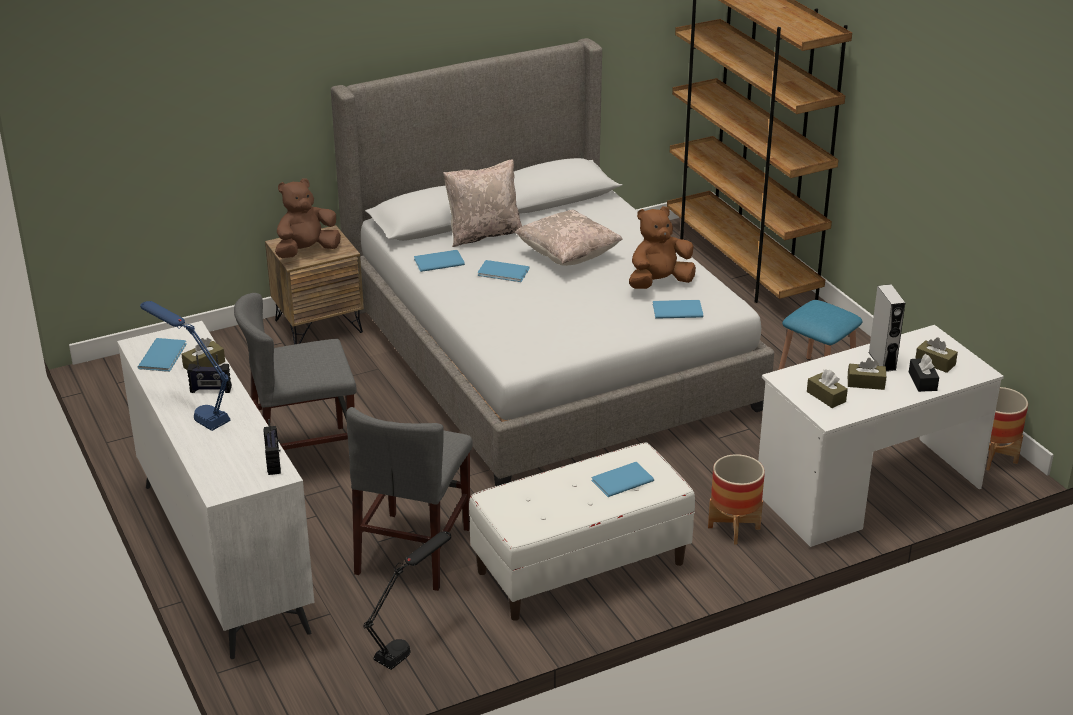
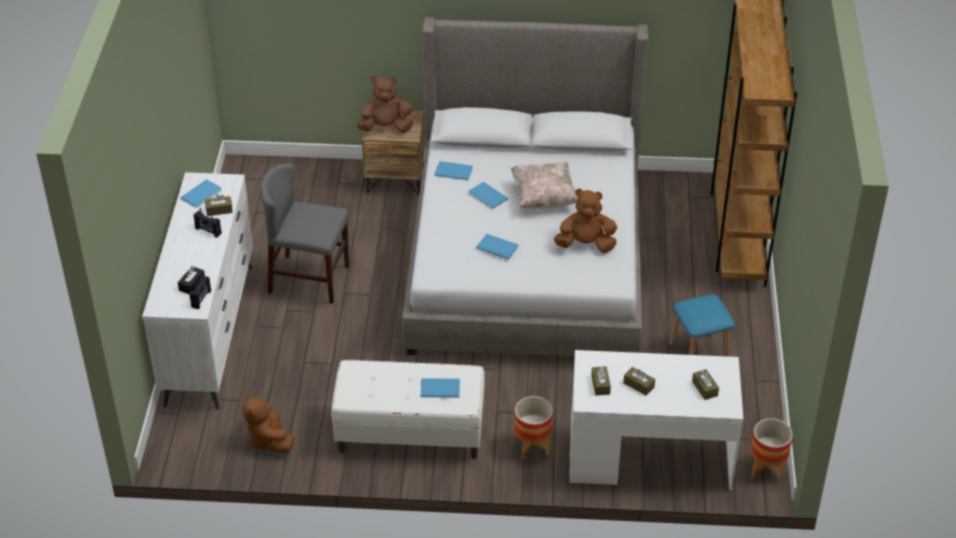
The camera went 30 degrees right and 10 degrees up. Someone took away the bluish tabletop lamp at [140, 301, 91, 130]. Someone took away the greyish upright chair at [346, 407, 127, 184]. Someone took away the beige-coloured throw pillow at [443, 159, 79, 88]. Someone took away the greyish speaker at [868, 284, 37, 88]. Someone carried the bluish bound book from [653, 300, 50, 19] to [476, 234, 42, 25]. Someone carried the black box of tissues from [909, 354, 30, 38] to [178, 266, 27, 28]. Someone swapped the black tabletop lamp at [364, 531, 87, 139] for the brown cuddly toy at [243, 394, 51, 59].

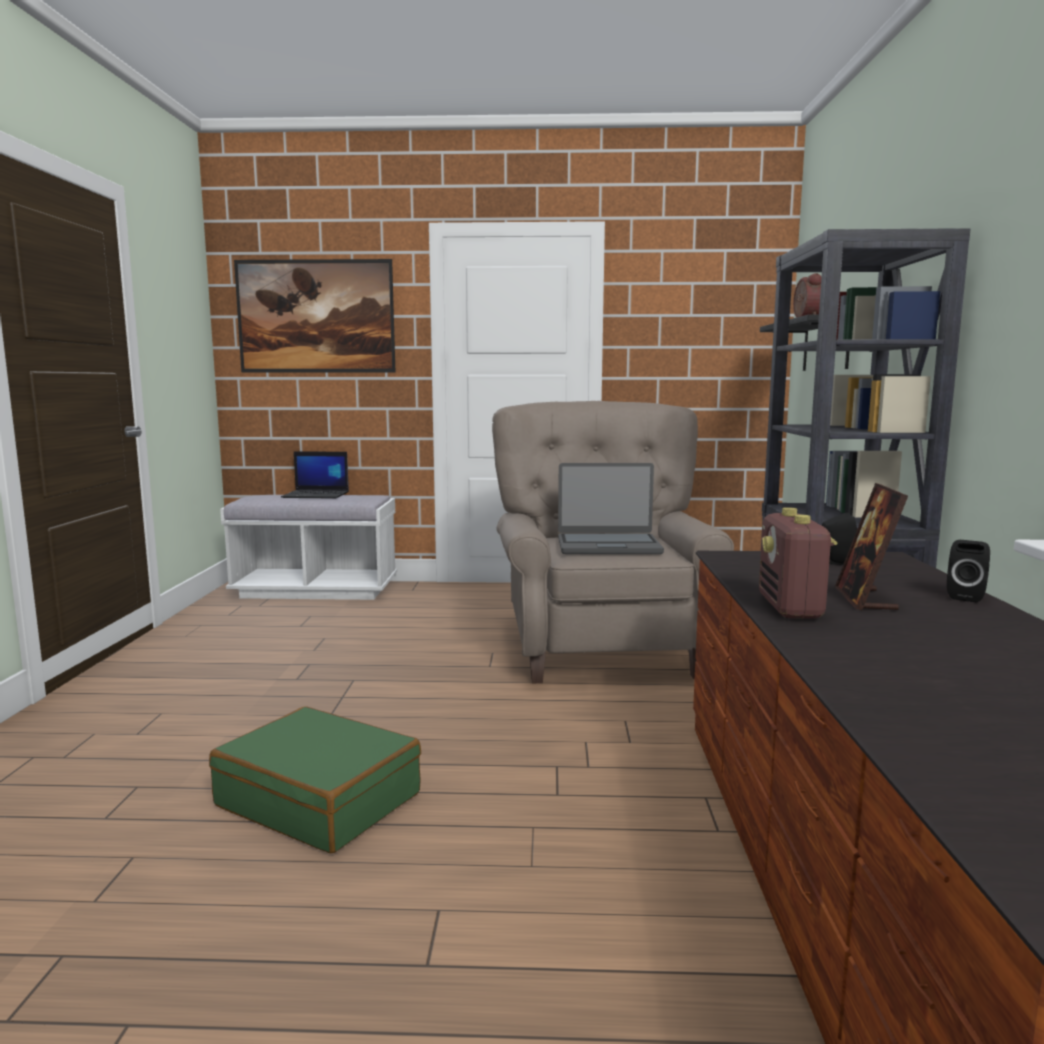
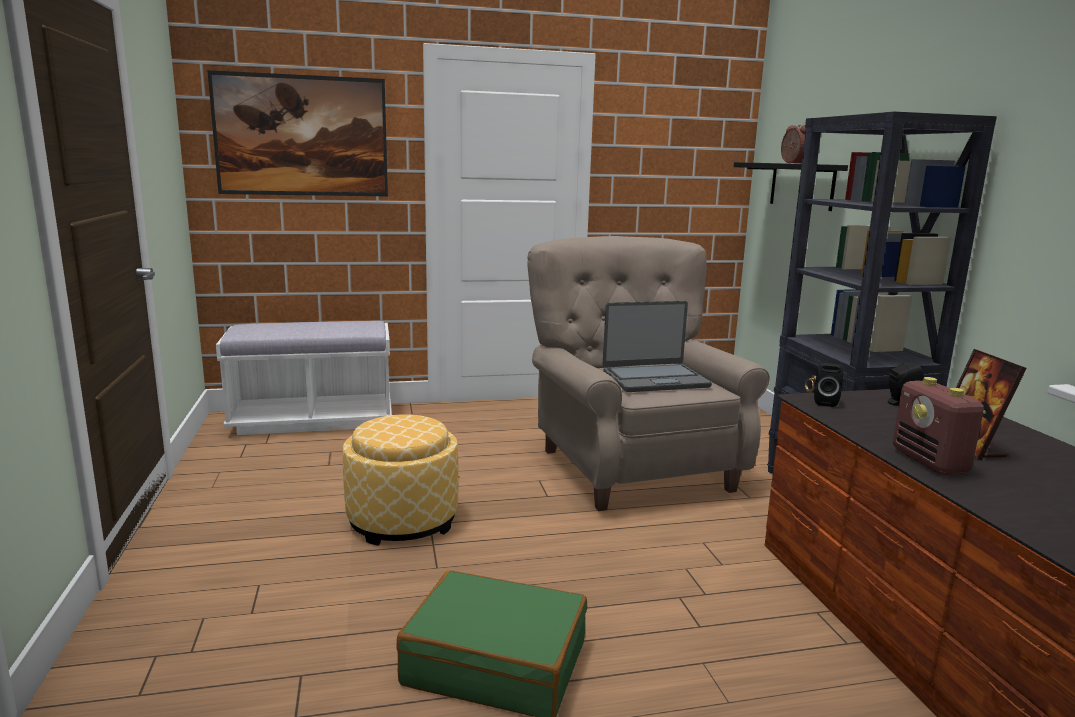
The camera went 15 degrees left and 5 degrees up. Someone took away the laptop at [281, 451, 68, 48]. Someone put down the footrest at [343, 414, 116, 131]. Someone carried the black speaker from [947, 540, 43, 63] to [814, 363, 30, 44].

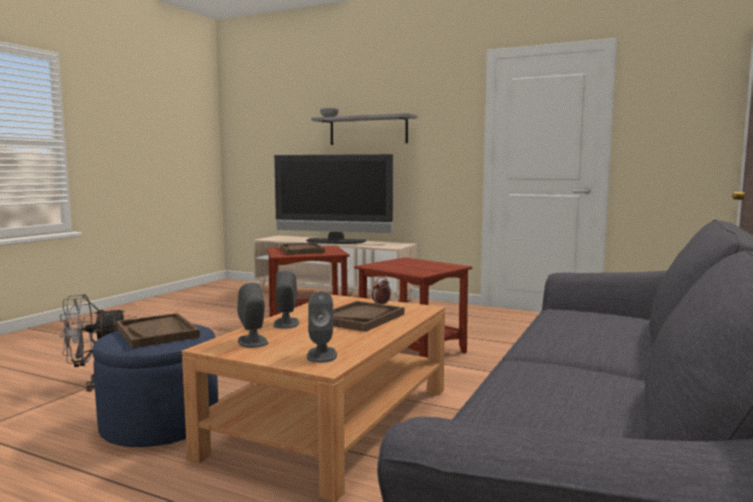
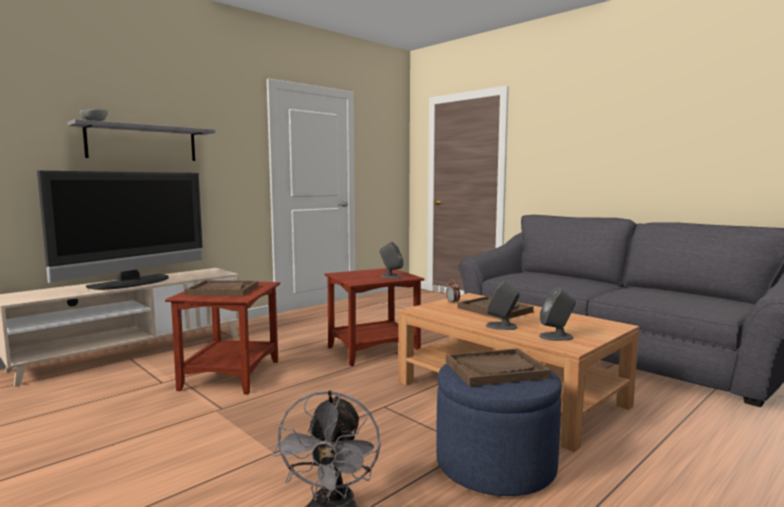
The camera went 70 degrees left and 0 degrees up. Someone carried the greyish speaker from [307, 291, 30, 72] to [380, 242, 23, 37].

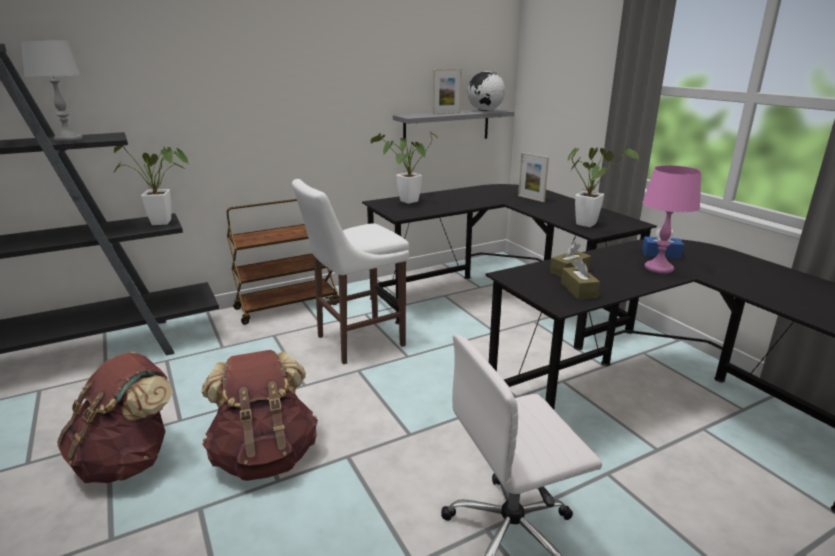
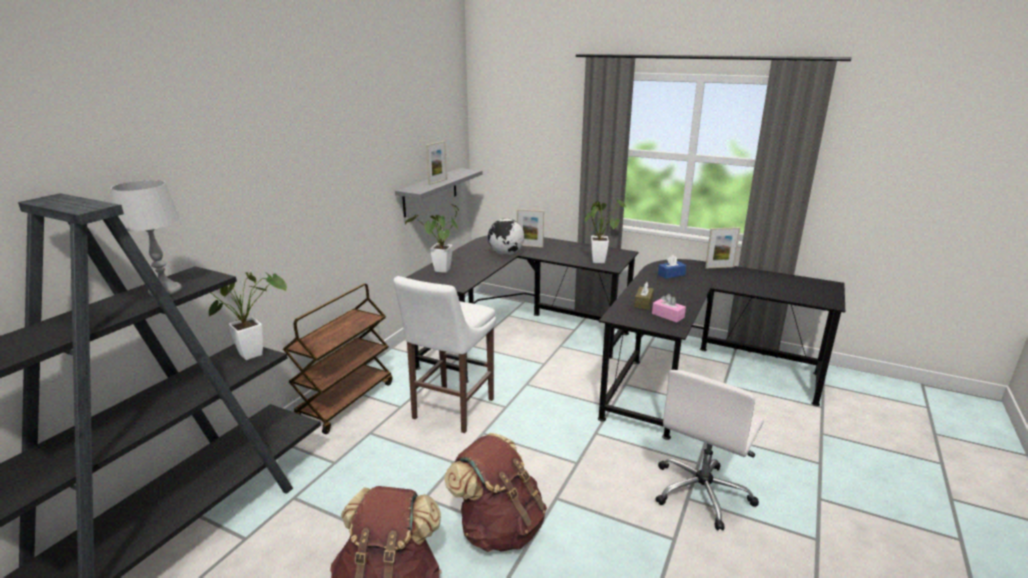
The camera went 35 degrees left and 0 degrees up. Someone took away the pink-coloured tabletop lamp at [643, 165, 58, 109]. Someone put down the picture frame at [705, 227, 35, 41]. Someone carried the world globe from [468, 71, 37, 40] to [488, 218, 36, 37]. Someone repainted the brown box of tissues at [561, 258, 39, 42], which became the pink-coloured box of tissues at [652, 294, 34, 29].

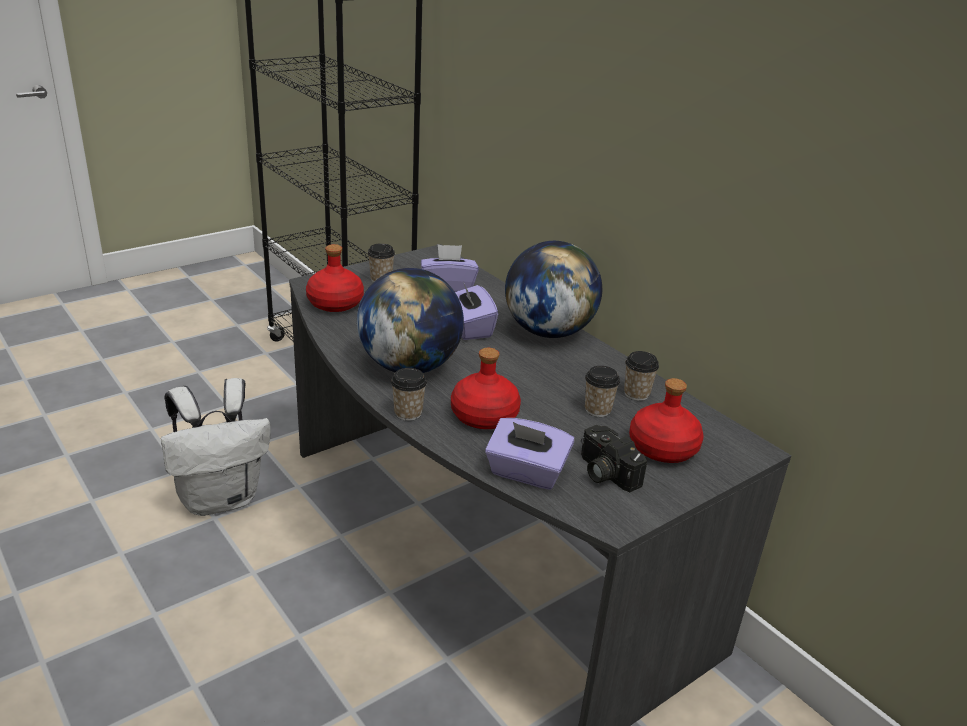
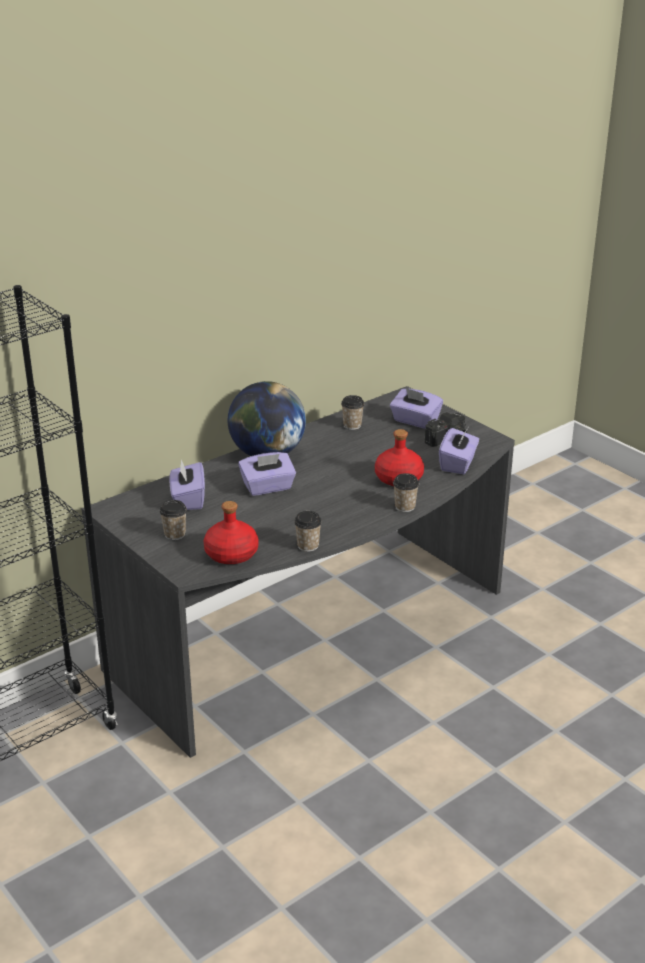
The camera went 90 degrees left and 0 degrees up. Someone took away the white-coloured knapsack at [161, 378, 110, 138]. Someone took away the world globe at [357, 268, 107, 105]. Someone carried the cup from [585, 366, 35, 51] to [294, 511, 28, 41]. Someone swapped the red-coloured bottle at [629, 378, 75, 85] for the purple-coloured box of tissues at [390, 388, 53, 41].

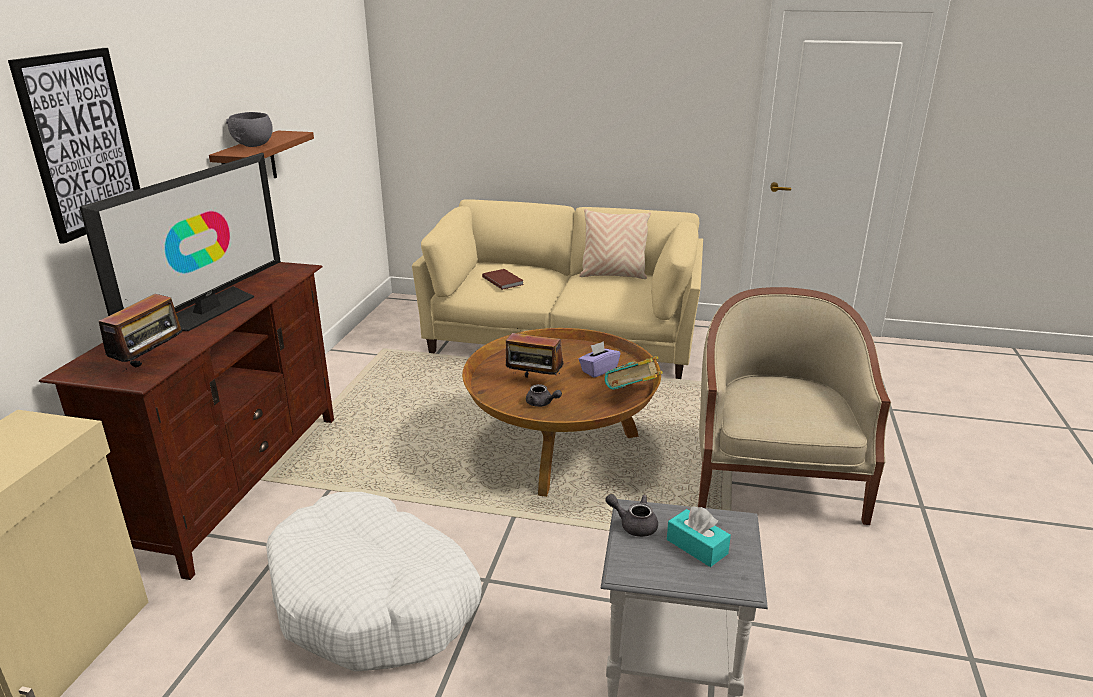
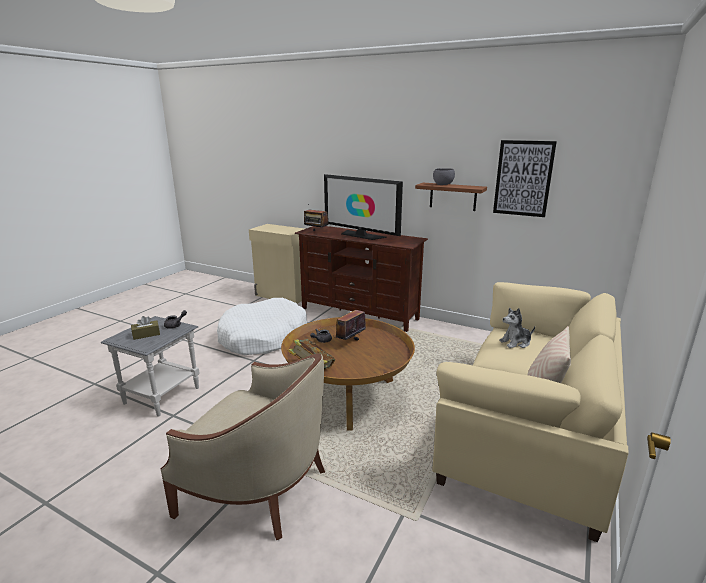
The camera went 105 degrees right and 5 degrees down. Someone took away the purple-coloured box of tissues at [579, 341, 42, 37]. Someone carried the wall picture from [8, 48, 132, 196] to [493, 140, 64, 77]. Someone swapped the brown bound book at [482, 269, 42, 21] for the cuddly toy at [499, 308, 36, 40]. Someone repainted the turquoise-coloured box of tissues at [667, 506, 64, 61], which became the brown box of tissues at [131, 316, 29, 24].

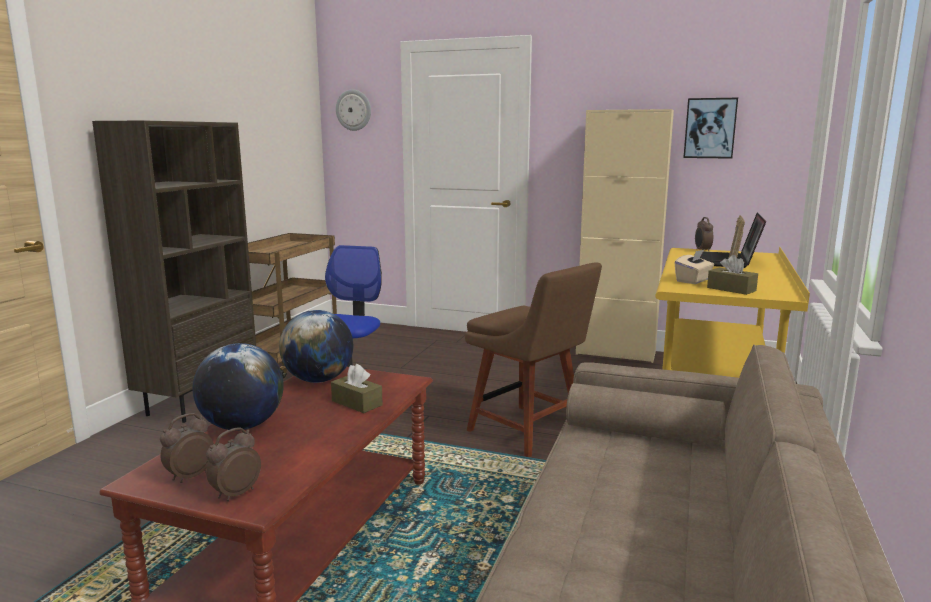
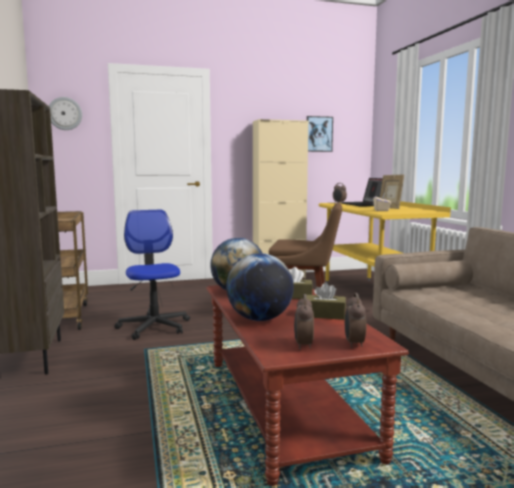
The camera went 35 degrees left and 5 degrees down. Someone carried the brown box of tissues from [707, 255, 51, 40] to [306, 282, 40, 38].

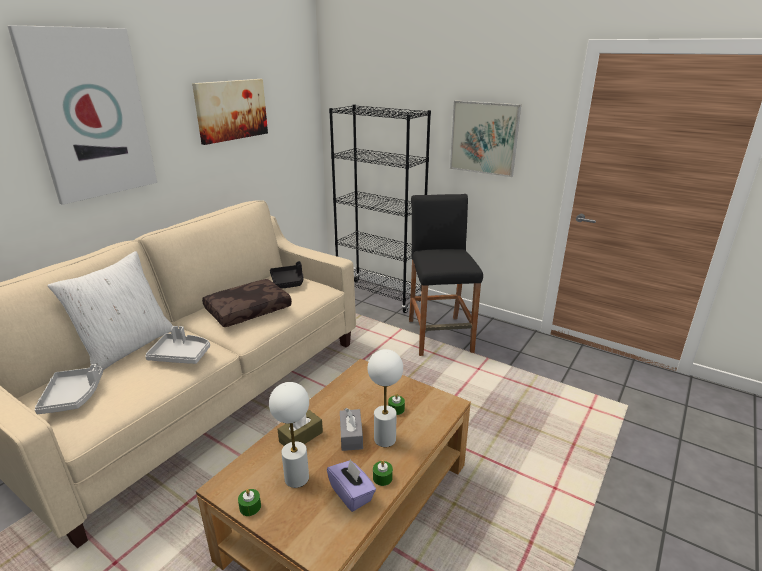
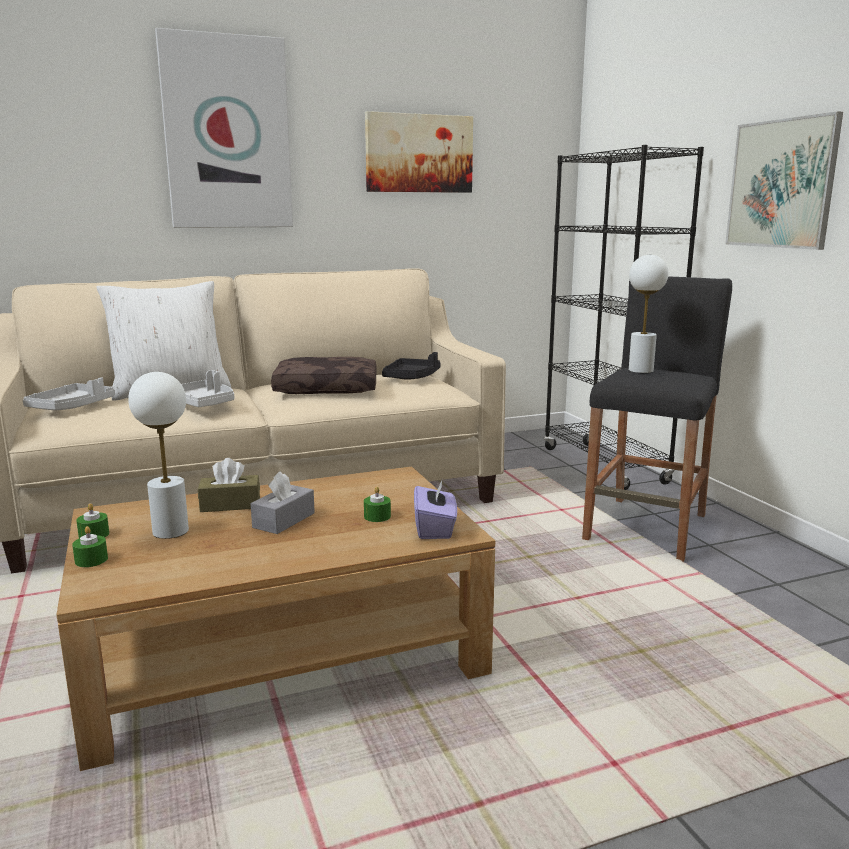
The camera went 35 degrees right and 10 degrees down. Someone carried the purple-coloured box of tissues from [327, 459, 49, 53] to [414, 480, 43, 59]. Someone carried the white-coloured tabletop lamp from [368, 349, 35, 98] to [629, 255, 39, 118]. Someone carried the green wax candle from [373, 460, 20, 26] to [72, 526, 36, 41].

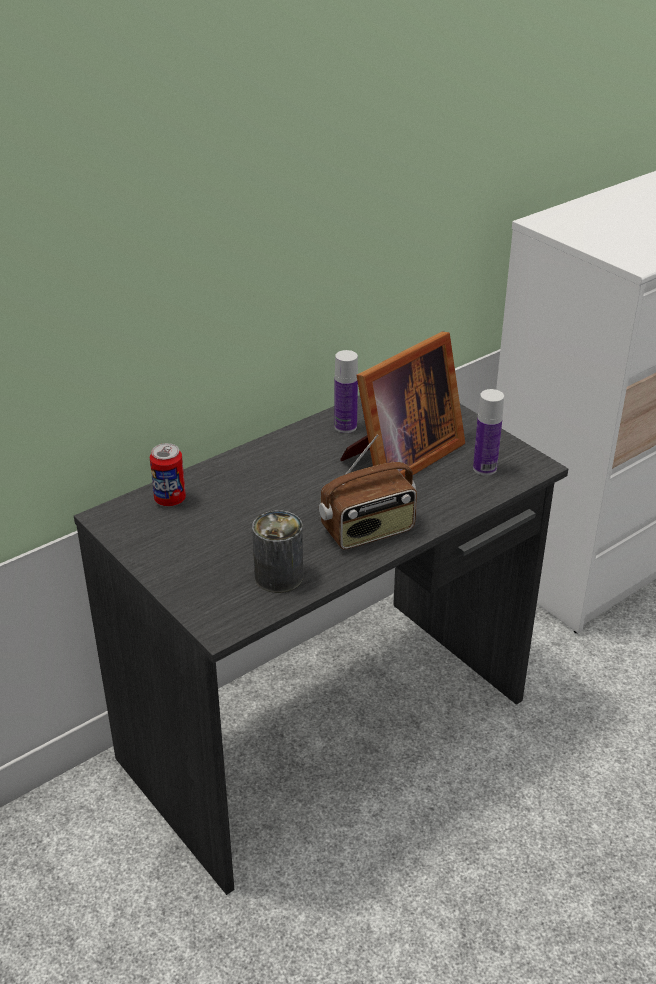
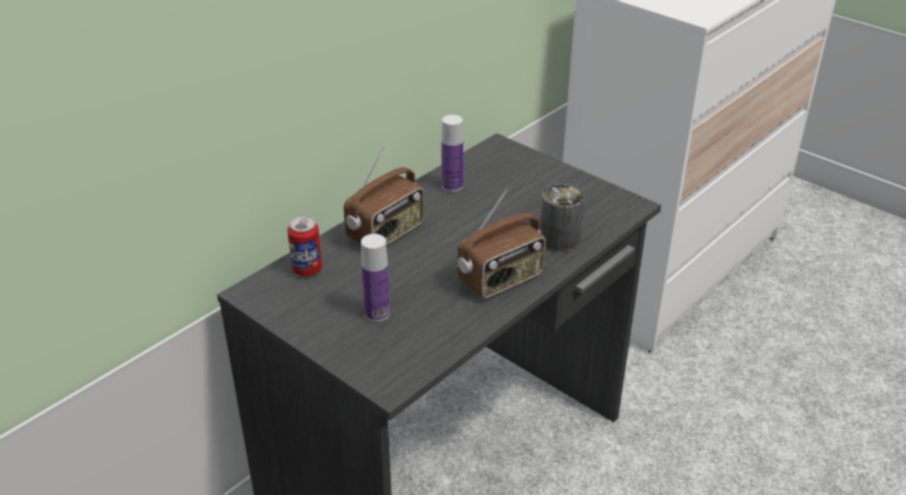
The camera went 10 degrees left and 0 degrees up. Someone took away the picture frame at [340, 331, 125, 146]. Someone put down the radio at [344, 146, 80, 100]. Someone carried the sealed can from [252, 510, 51, 83] to [540, 184, 45, 69]. Someone carried the bottle from [473, 389, 31, 86] to [361, 234, 29, 88].

